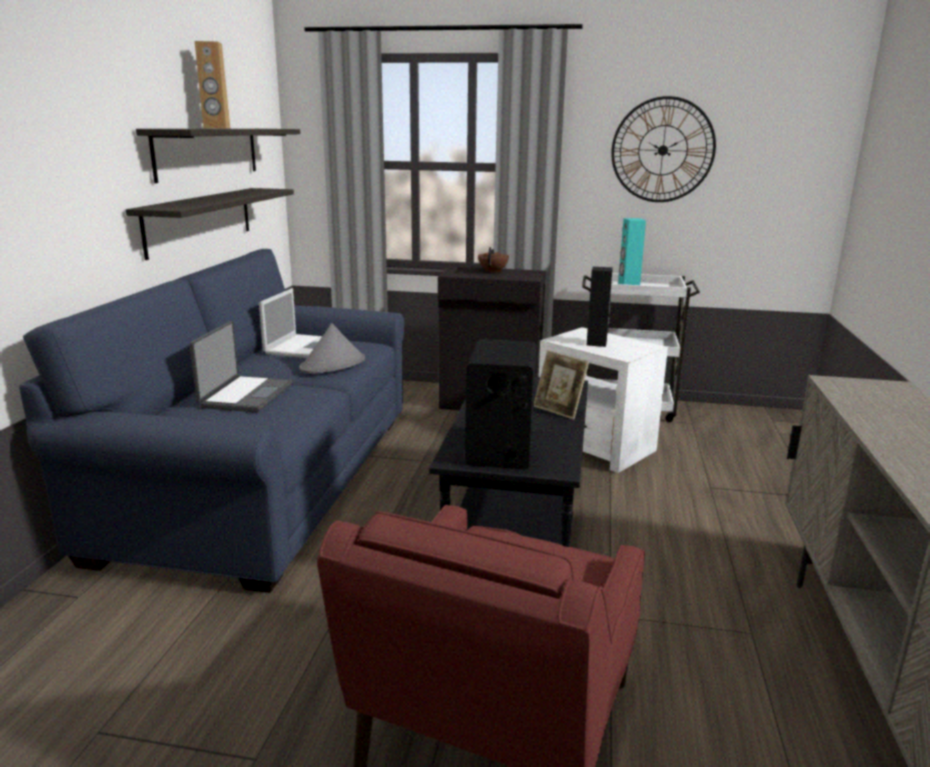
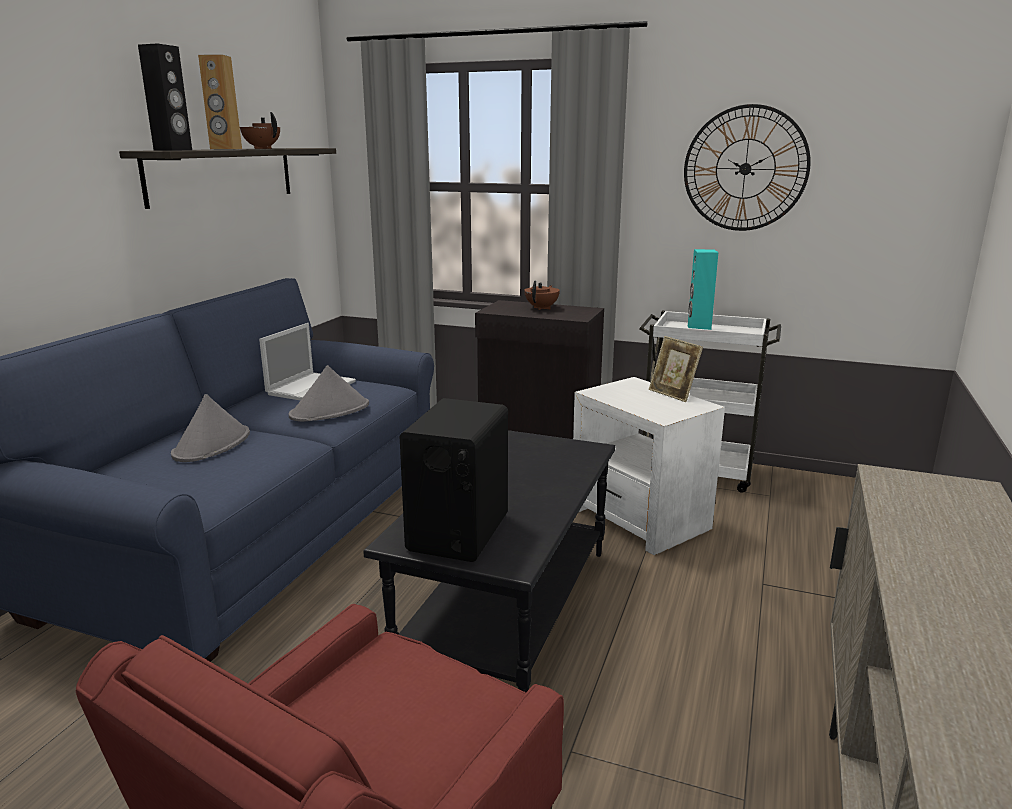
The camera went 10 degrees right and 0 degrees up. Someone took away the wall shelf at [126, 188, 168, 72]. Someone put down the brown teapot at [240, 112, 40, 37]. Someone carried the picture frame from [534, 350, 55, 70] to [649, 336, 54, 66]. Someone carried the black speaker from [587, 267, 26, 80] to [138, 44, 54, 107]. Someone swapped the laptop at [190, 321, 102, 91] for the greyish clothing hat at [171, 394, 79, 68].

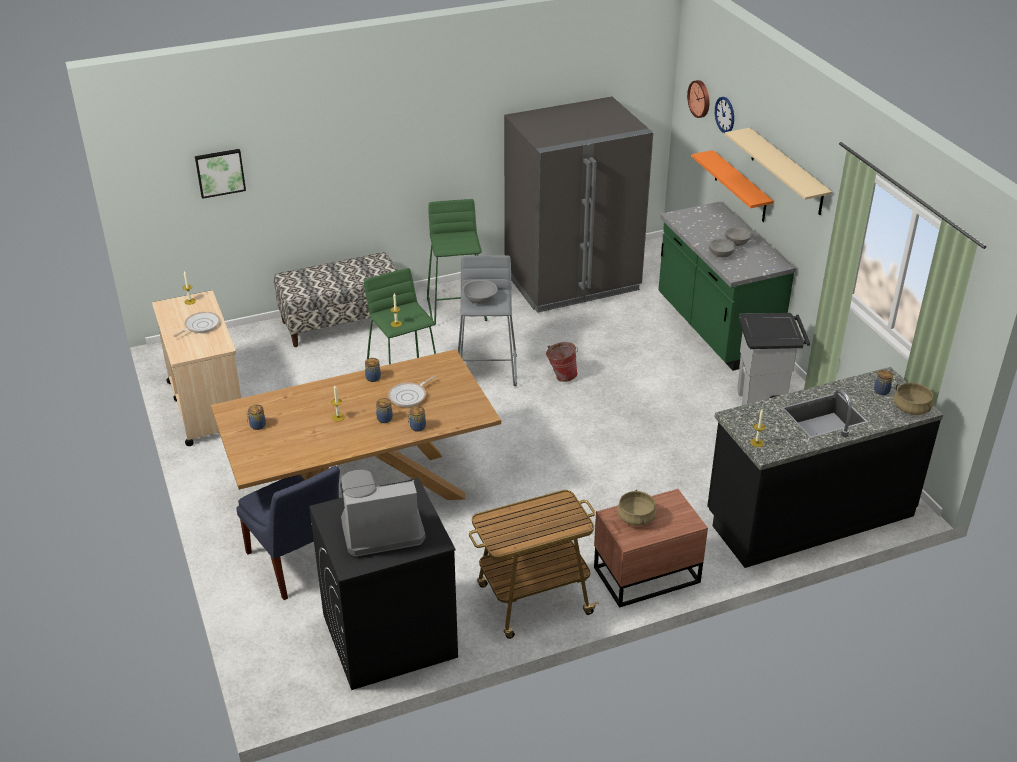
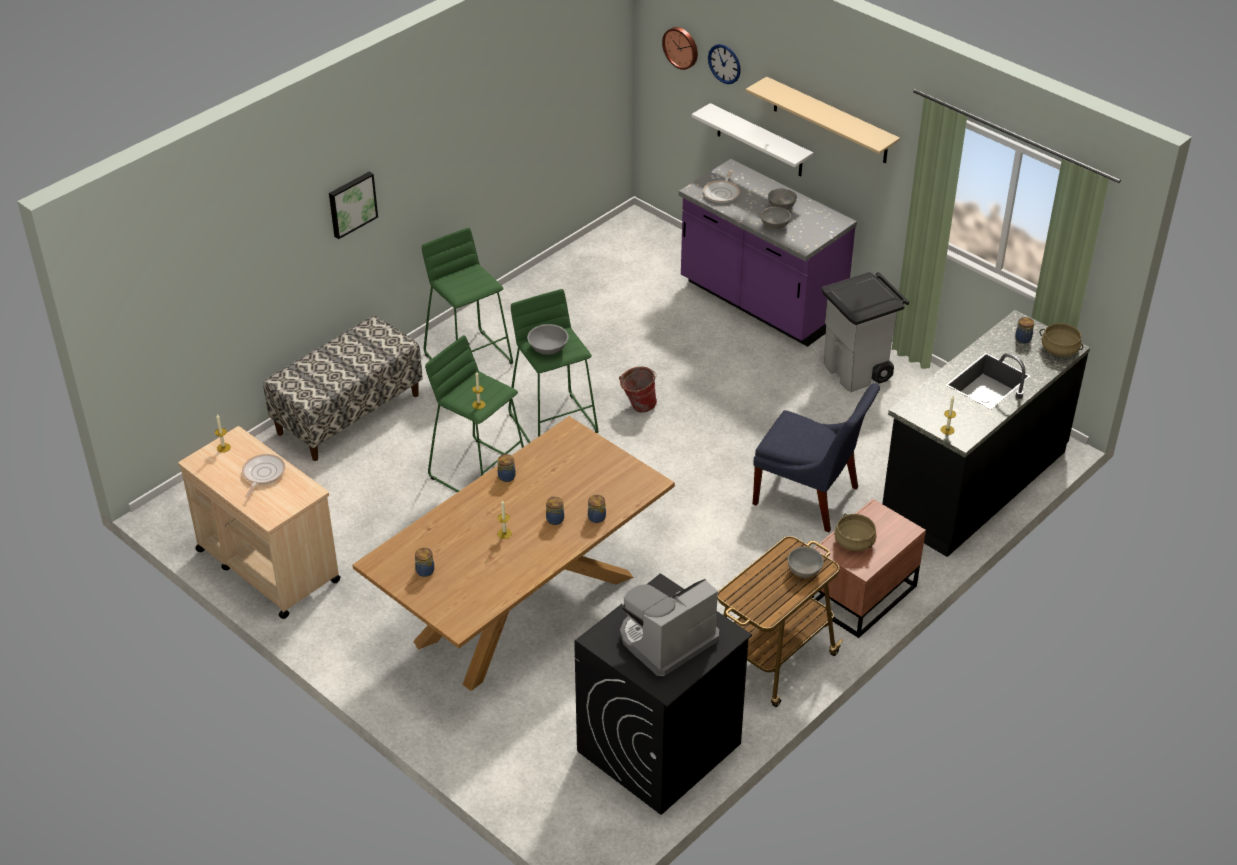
The camera went 25 degrees left and 5 degrees up. Someone took away the greyish refrigerator at [504, 97, 149, 216]. Someone put down the greyish serving bowl at [787, 547, 37, 31]. Someone carried the wall picture from [195, 149, 51, 50] to [329, 172, 49, 67]. Someone carried the bluish upright chair from [236, 466, 104, 134] to [753, 383, 127, 149]. Someone carried the pan from [388, 376, 48, 31] to [703, 170, 37, 33]. Someone repainted the greyish sitting stool at [458, 255, 59, 131], which became the green sitting stool at [508, 289, 90, 154]. Someone repainted the green kitchen counter at [658, 201, 137, 170], which became the purple-coloured kitchen counter at [679, 159, 178, 188]. Someone repainted the orangey wall shelf at [692, 150, 81, 72], which became the white-coloured wall shelf at [691, 103, 122, 73].

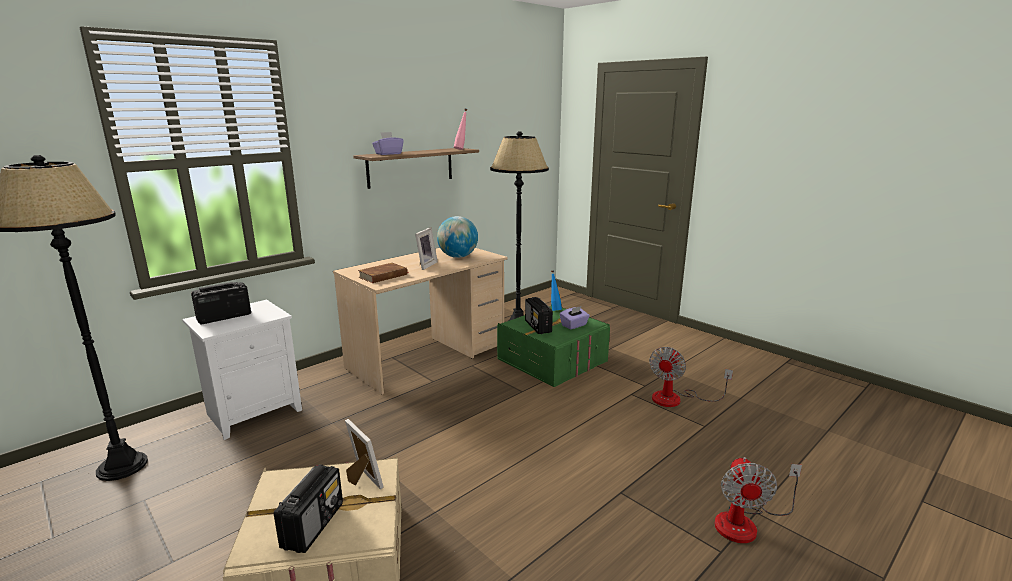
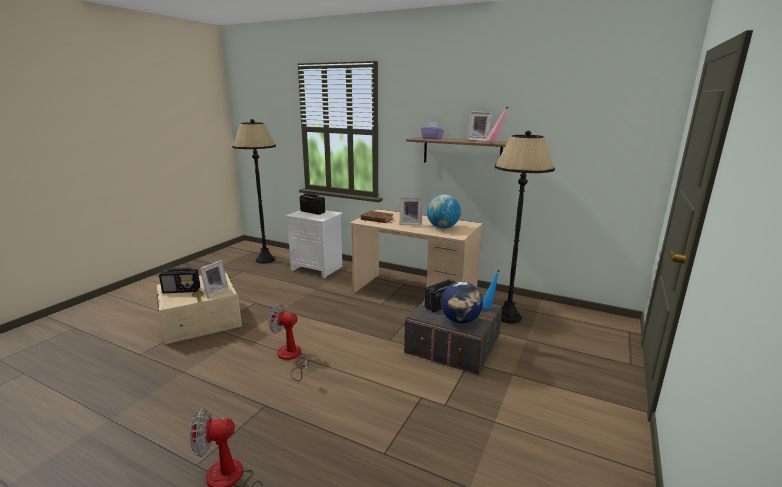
The camera went 70 degrees right and 0 degrees up. Someone put down the picture frame at [467, 112, 25, 30]. Someone carried the electric fan from [649, 347, 84, 60] to [268, 303, 41, 78]. Someone swapped the purple-coloured box of tissues at [560, 306, 30, 24] for the world globe at [441, 281, 42, 43]. Someone repainted the green storage container at [497, 304, 113, 83], which became the greyish storage container at [404, 299, 98, 76].

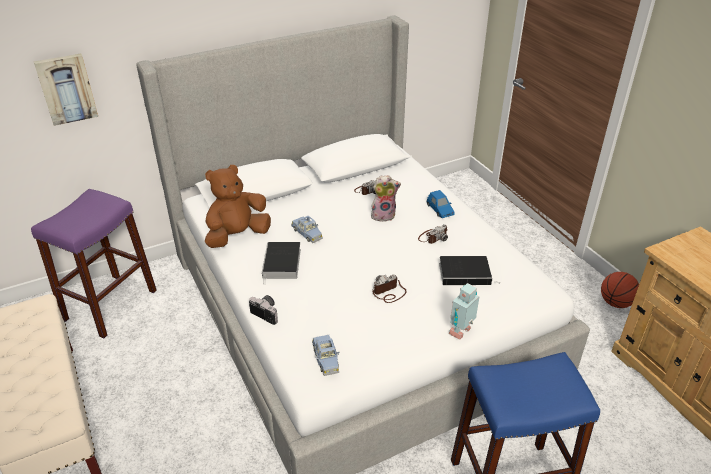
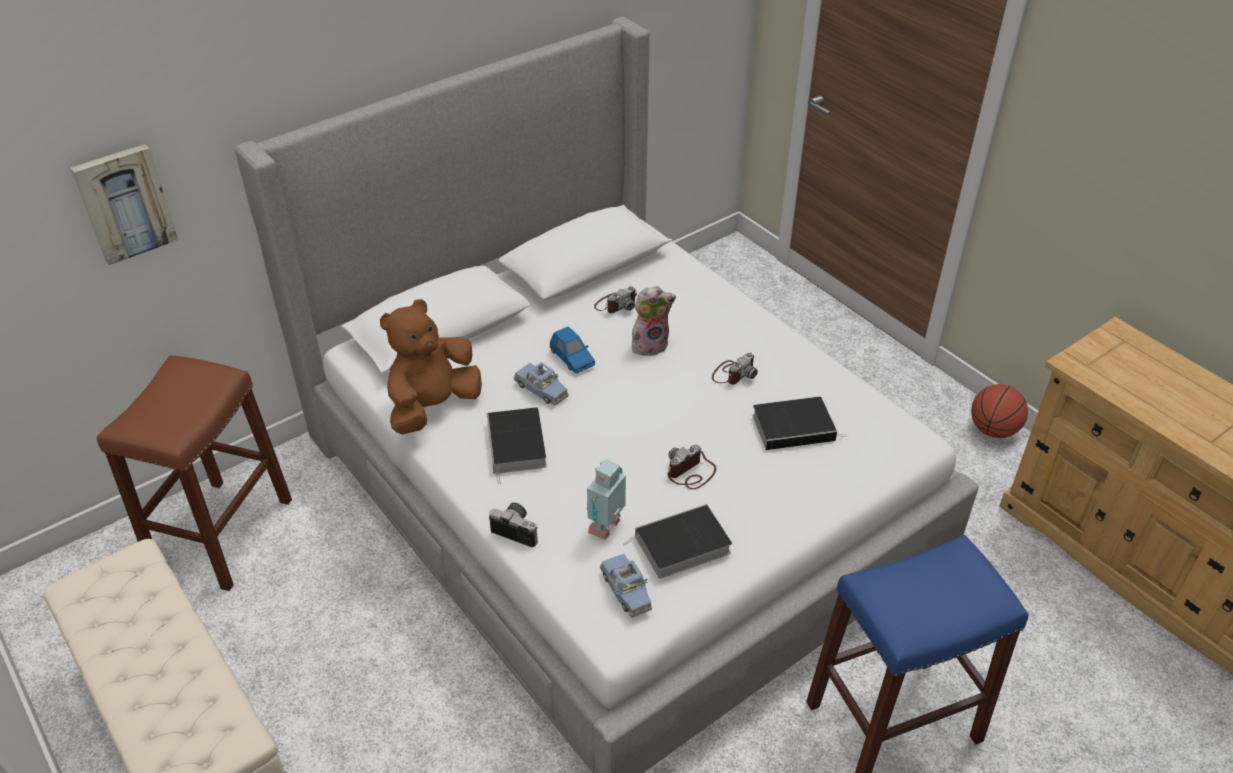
The camera went 10 degrees left and 5 degrees up. Someone put down the bound book at [623, 504, 109, 75]. Someone carried the bluish toy car from [427, 190, 28, 28] to [550, 326, 45, 47]. Someone carried the model robot from [449, 283, 30, 57] to [587, 459, 39, 81]. Someone repainted the purple-coloured sitting stool at [31, 189, 126, 149], which became the brown sitting stool at [97, 355, 195, 236].

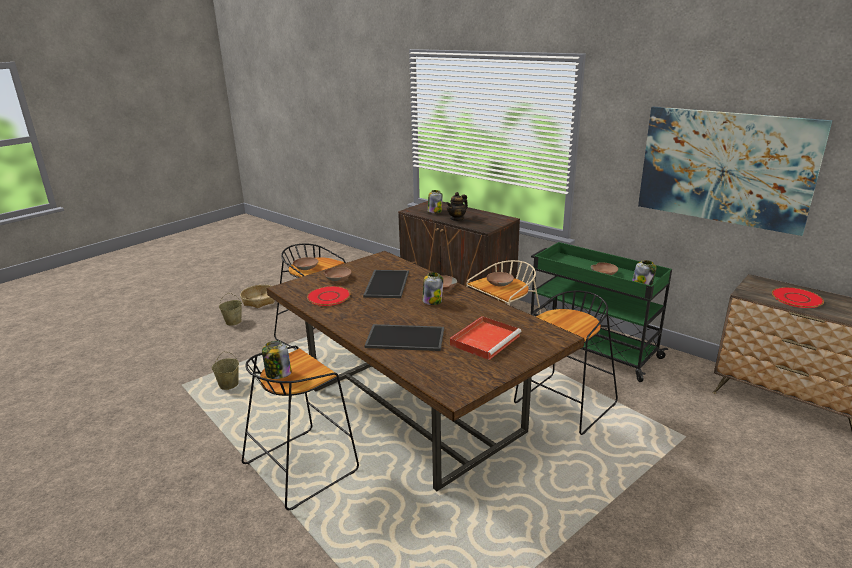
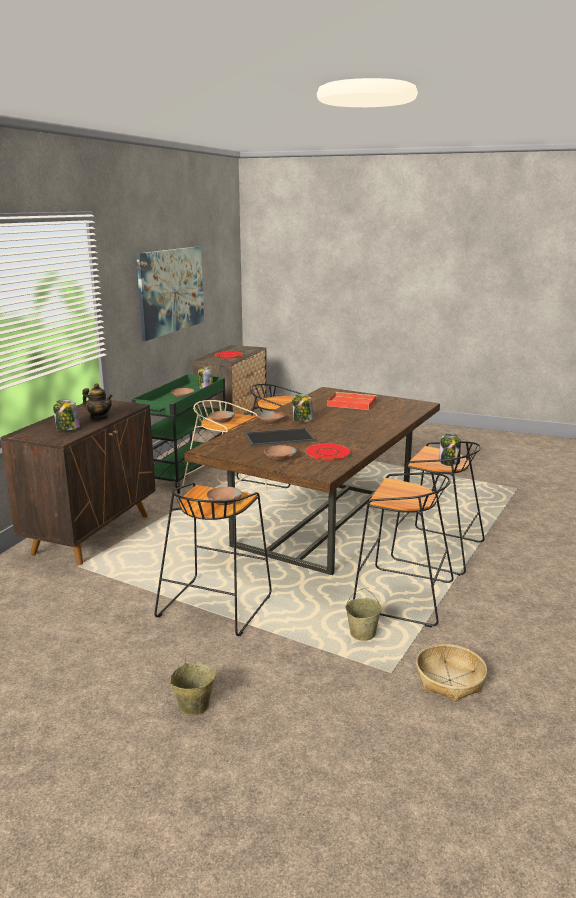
The camera went 110 degrees left and 5 degrees down. Someone took away the carrying tray at [365, 324, 79, 27]. Someone put down the black sitting stool at [353, 472, 101, 156]. Someone carried the household basket from [240, 285, 35, 23] to [416, 644, 71, 58].

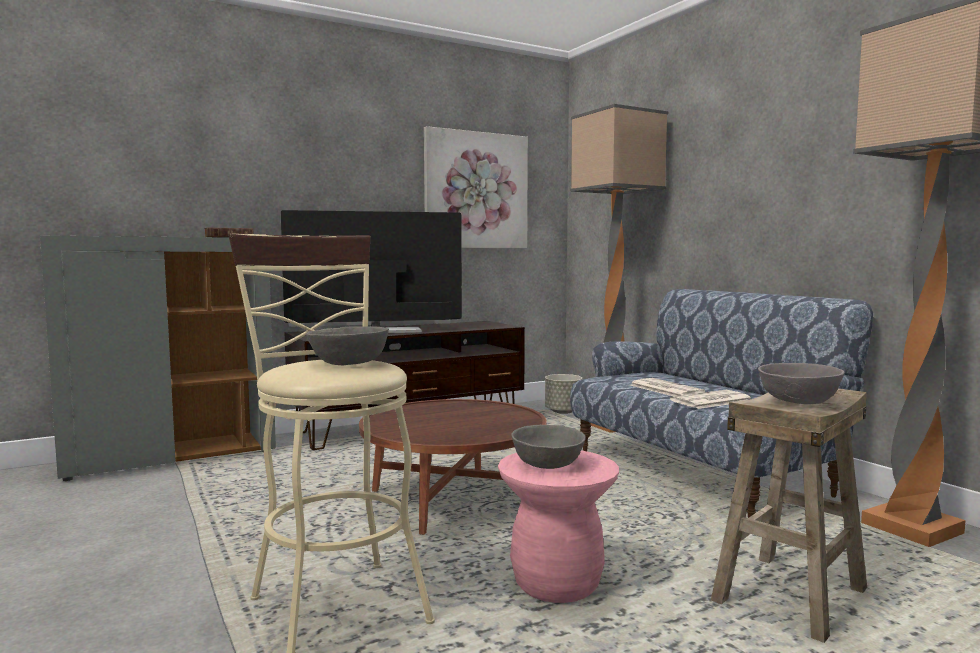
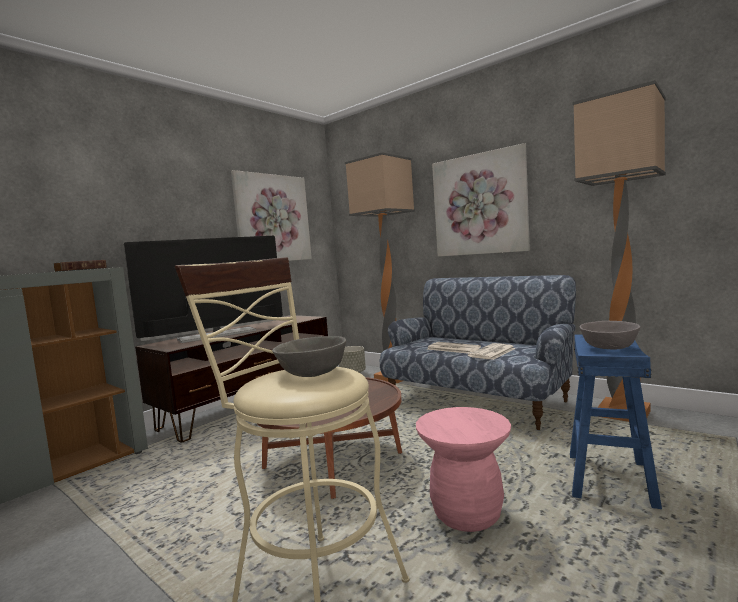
The camera went 20 degrees left and 0 degrees up. Someone took away the greyish serving bowl at [512, 425, 73, 44]. Someone put up the wall picture at [432, 143, 98, 114]. Someone repainted the beige-coloured sitting stool at [711, 388, 156, 255], which became the bluish sitting stool at [570, 335, 92, 174].

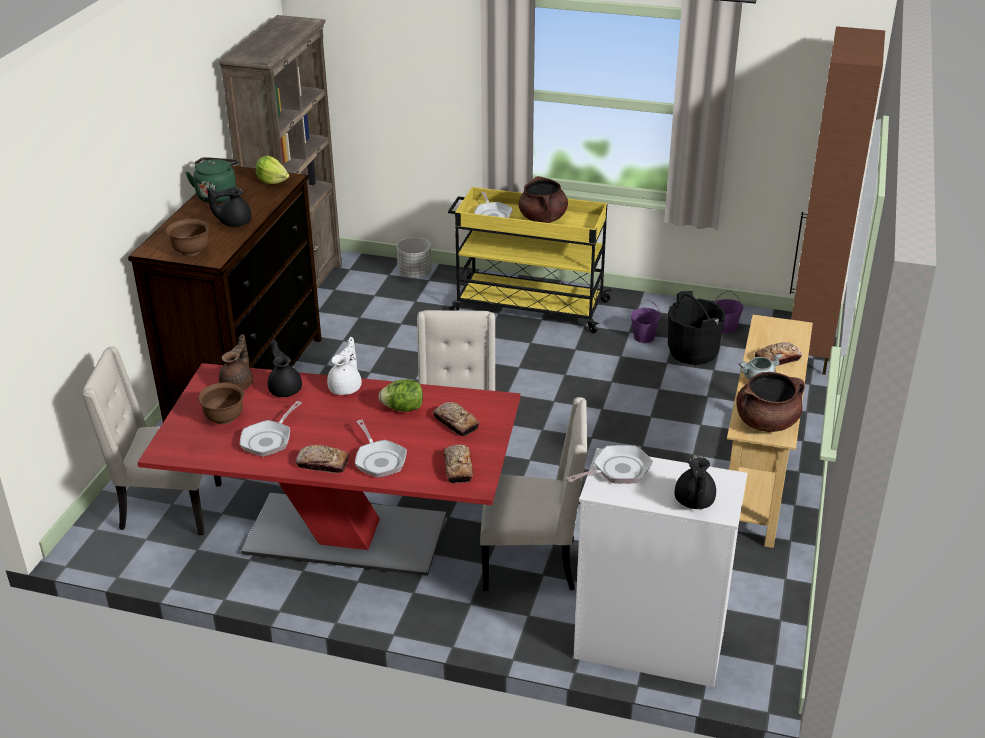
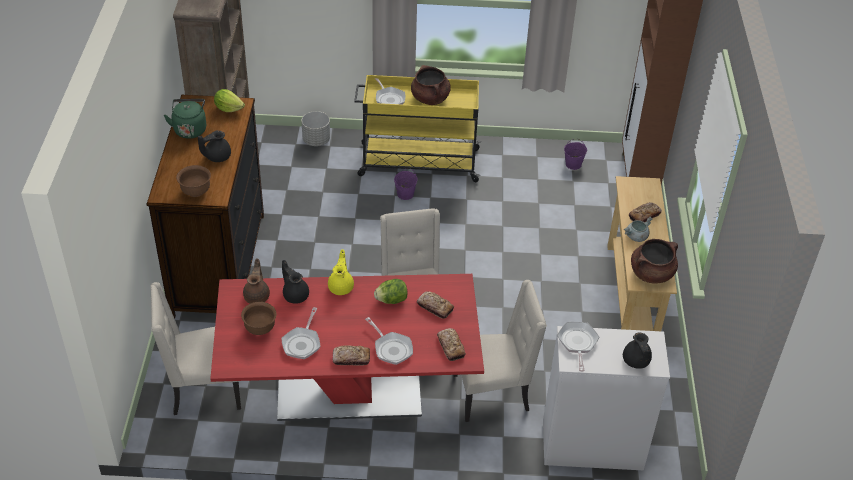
The camera went 15 degrees left and 10 degrees up. Someone took away the black pail at [668, 291, 58, 74]. Someone carried the purple-coloured pail from [631, 300, 30, 43] to [394, 168, 24, 32]. Someone repainted the white-coloured teapot at [327, 337, 35, 58], which became the yellow teapot at [328, 249, 26, 46]. Someone rotated the pan at [566, 445, 87, 39] by 45 degrees counterclockwise.

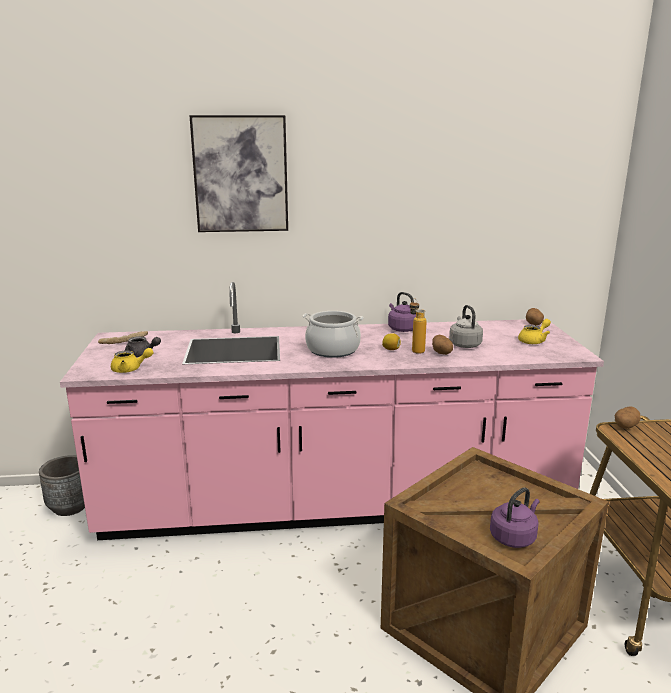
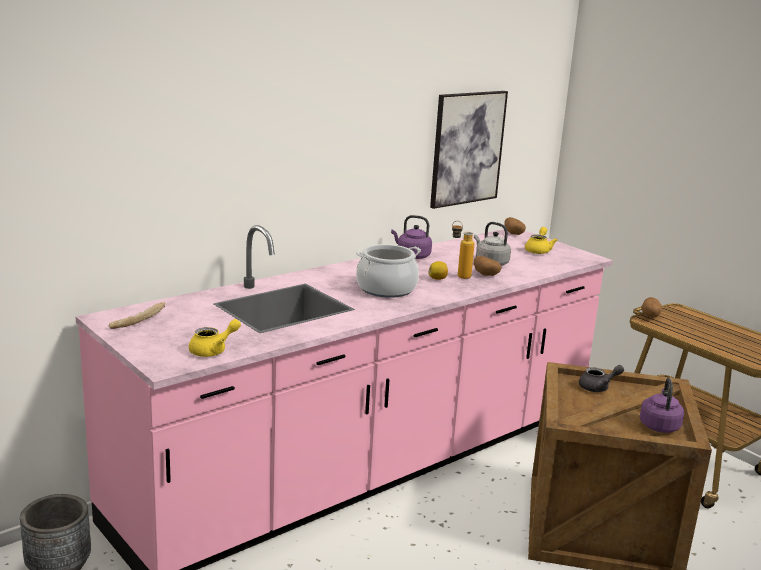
The camera went 35 degrees left and 0 degrees up. Someone carried the greyish teapot from [125, 336, 36, 21] to [579, 365, 45, 27]. Someone carried the wall picture from [189, 115, 99, 117] to [430, 91, 78, 118].

